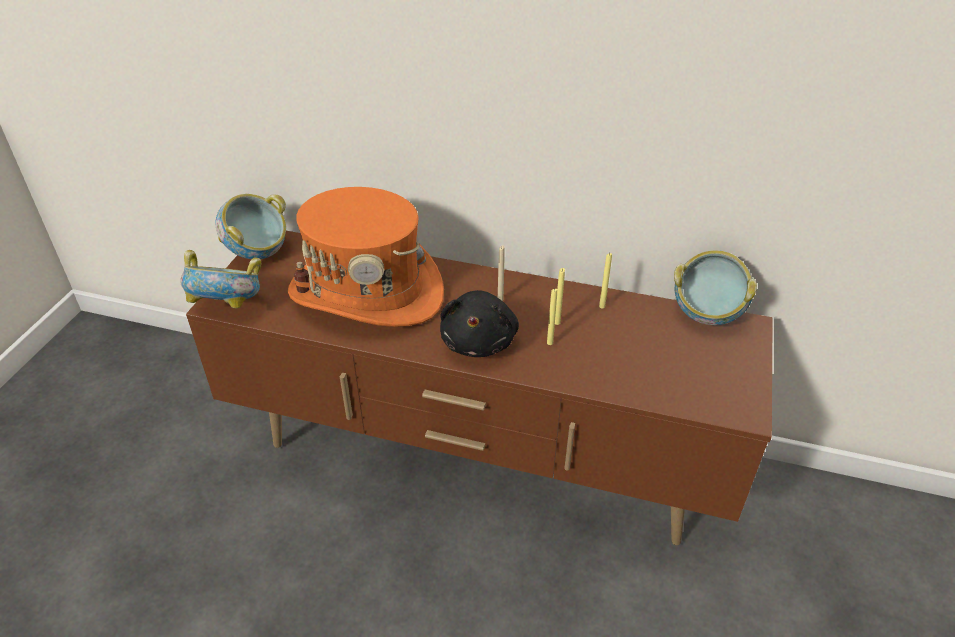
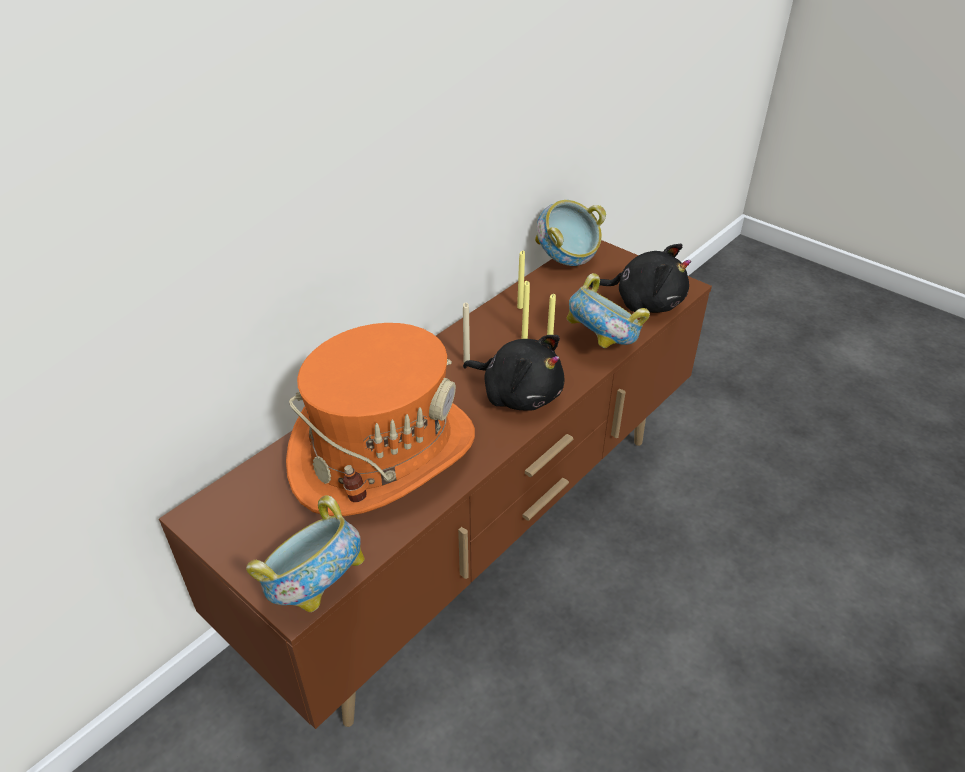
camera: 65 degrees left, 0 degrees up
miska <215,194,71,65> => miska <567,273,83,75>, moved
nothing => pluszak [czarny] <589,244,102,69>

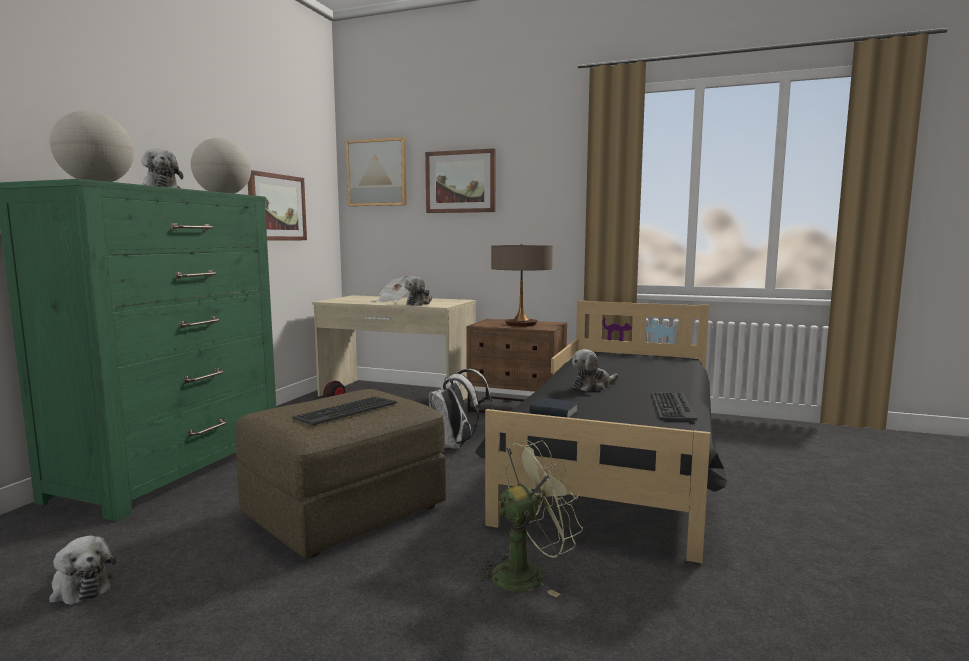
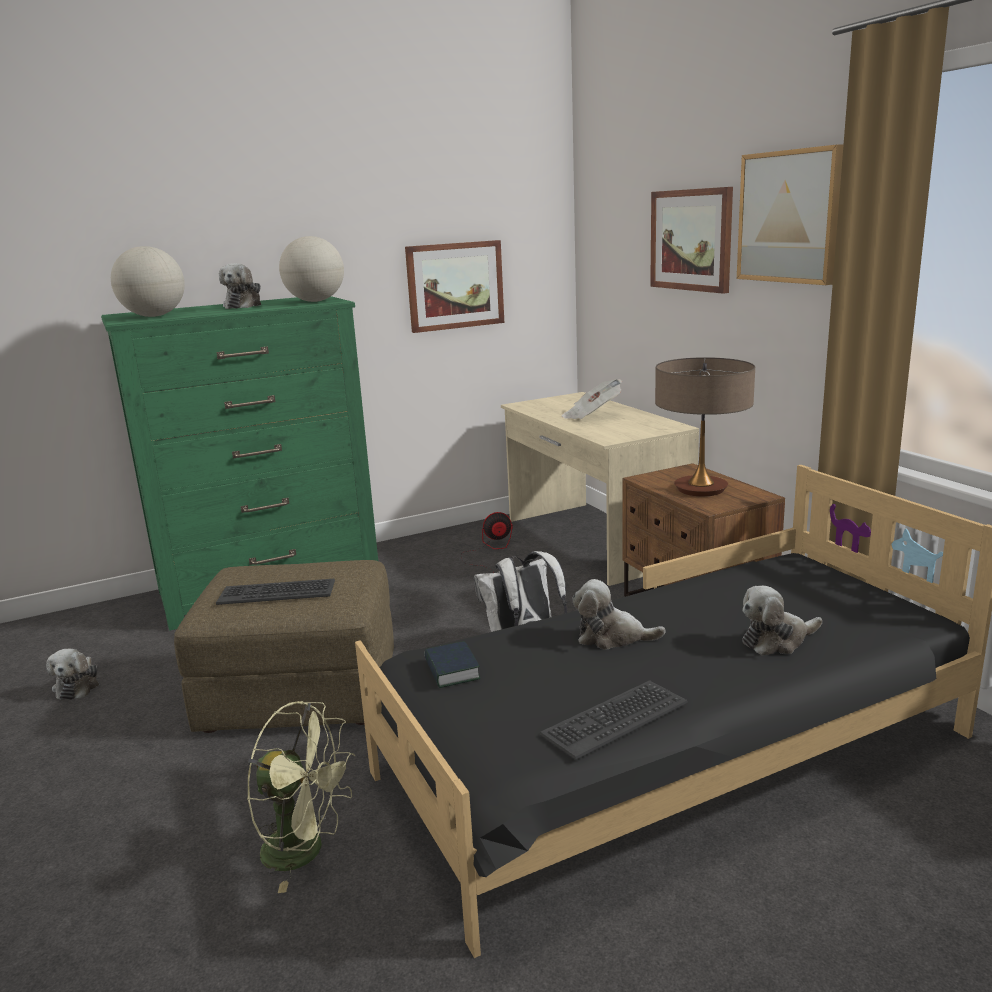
camera: 45 degrees right, 10 degrees up
obraz <346,137,61,69> => obraz <737,144,107,141>, moved
pluszak <405,277,27,28> => pluszak <742,586,80,69>, moved

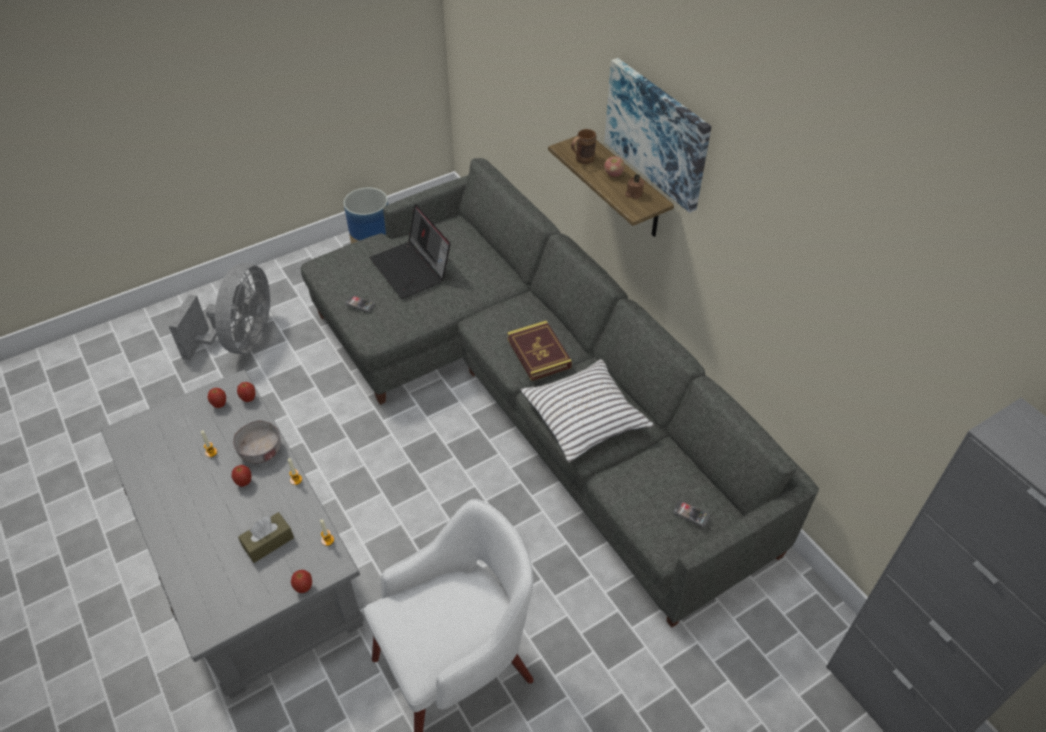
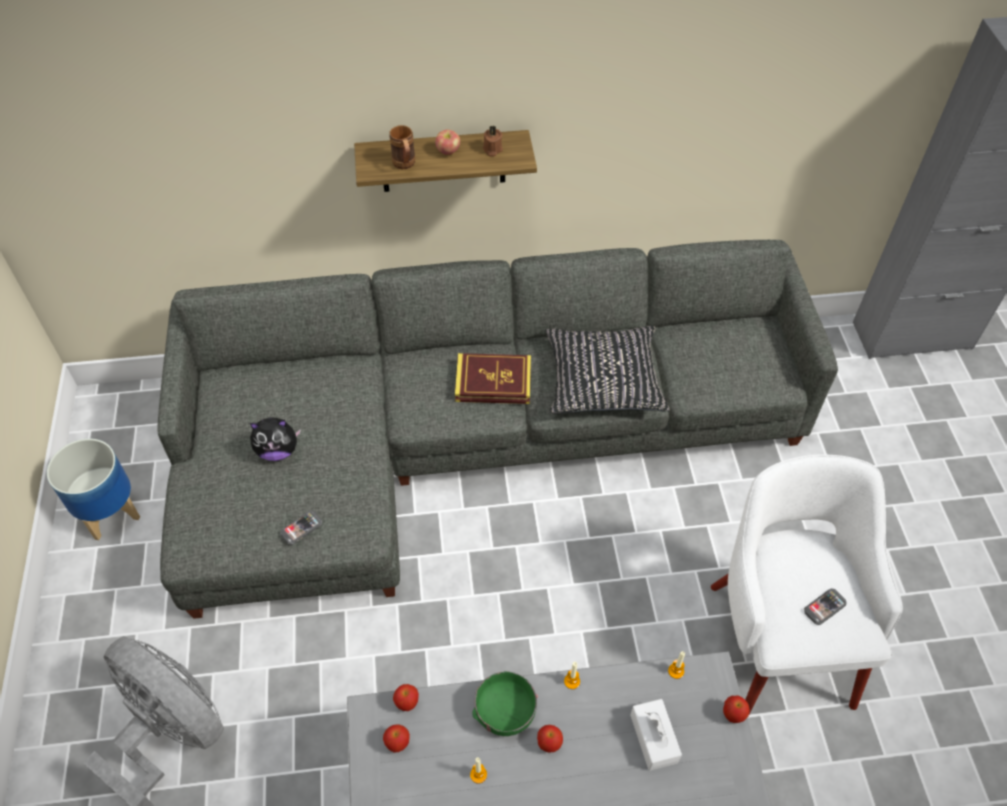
camera: 65 degrees left, 5 degrees up
laptop <370,204,81,95> => pluszak <250,418,51,43>
miska [szary] <233,420,48,44> => miska [zielony] <472,672,66,64>
poduszka [biały] <521,359,133,104> => poduszka [czarny] <545,326,125,88>
pudełko chusteczek [brązowy] <238,512,56,51> => pudełko chusteczek [biały] <630,699,52,72>
telefon <673,501,37,26> => telefon <804,588,43,37>, moved
obraz <604,58,108,155> => nothing

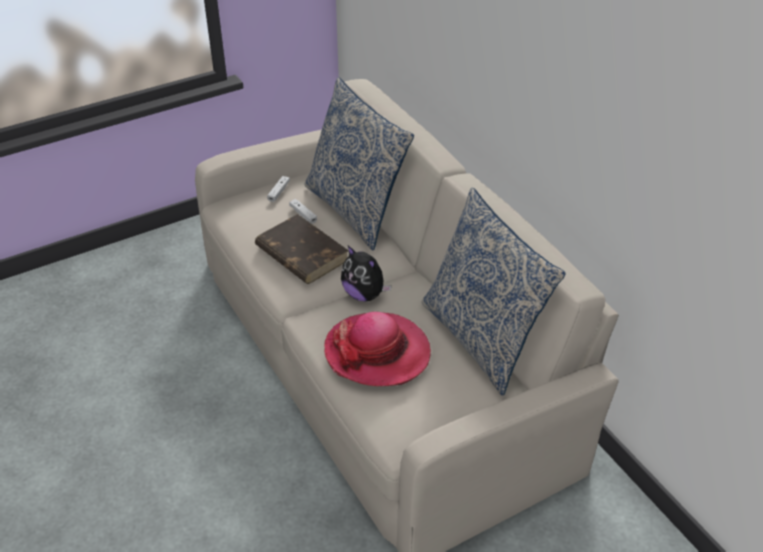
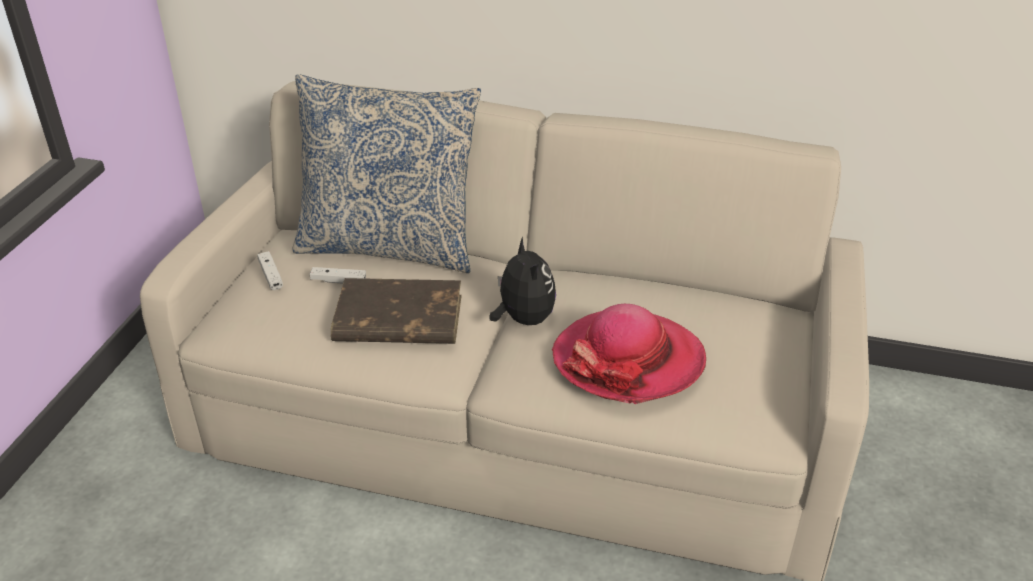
camera: 45 degrees left, 5 degrees down
pluszak <341,245,51,57> => pluszak <489,237,67,88>, 105 degrees counterclockwise
poduszka <422,188,144,208> => nothing

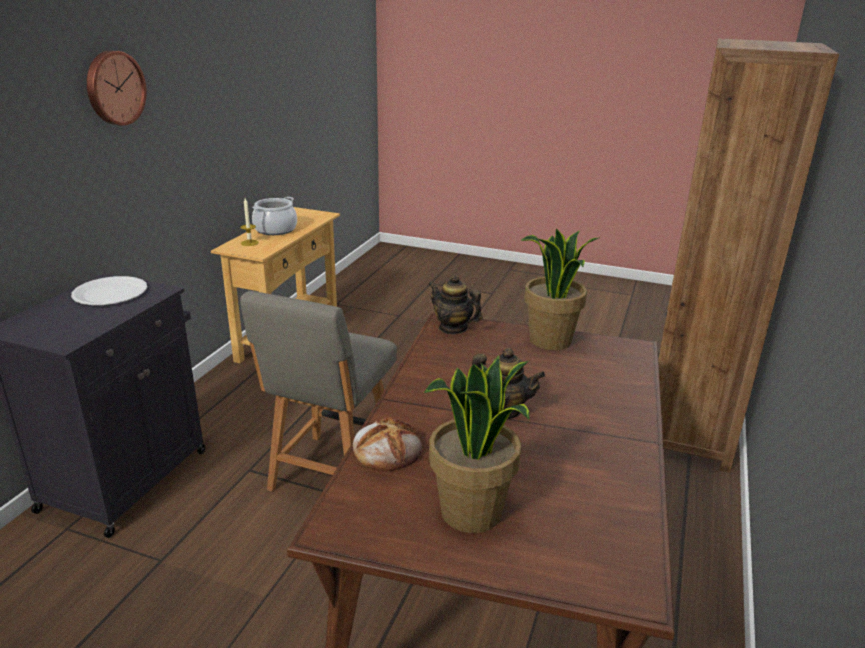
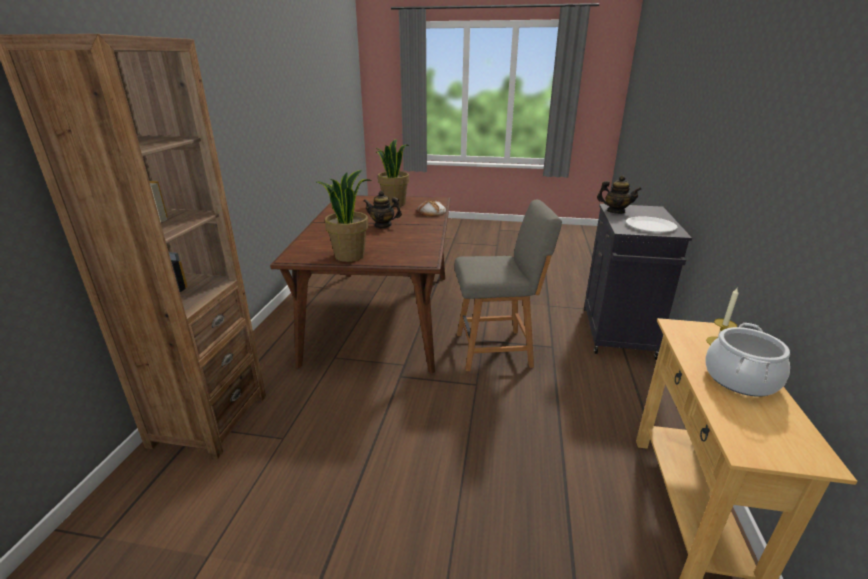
camera: 170 degrees right, 0 degrees up
krzesło [szary] <240,291,157,201> => krzesło [szary] <454,200,108,171>, 75 degrees clockwise
imbryk <428,274,54,61> => imbryk <597,176,45,38>, moved
zegar ścienny <87,50,60,76> => nothing

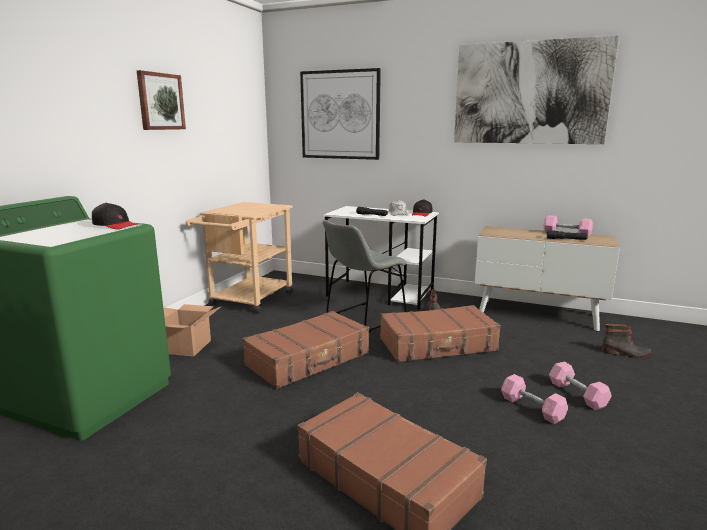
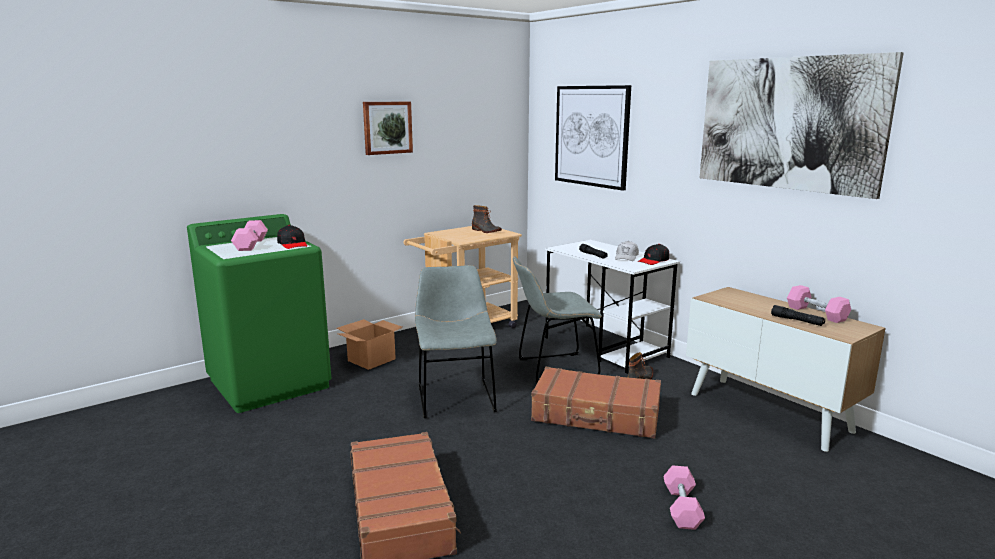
camera: 30 degrees right, 0 degrees up
hantel [różowy] <501,374,67,50> => hantel [różowy] <231,220,37,31>, moved
walizka [brązowy] <242,311,127,78> => krzesło [szary] <415,265,82,153>
but z cholewką <601,324,51,34> => but z cholewką <472,205,30,28>, moved

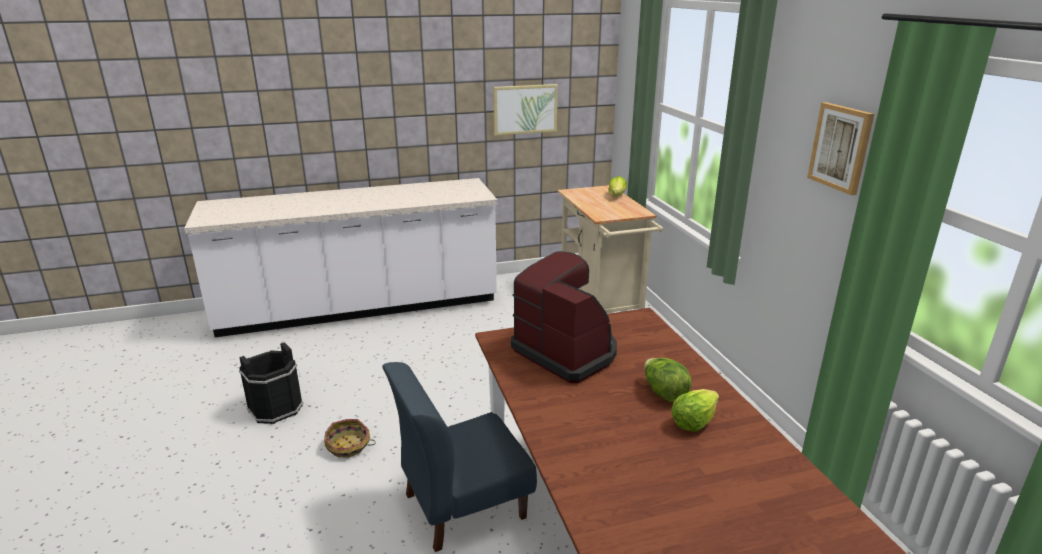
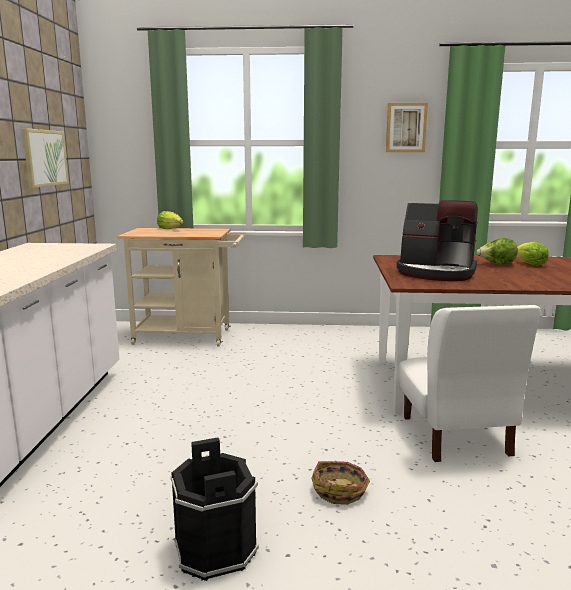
camera: 70 degrees left, 10 degrees down
ekspres do kawy <511,251,106,132> => ekspres do kawy <397,200,81,81>, 135 degrees counterclockwise
krzesło [niebieski] <382,362,155,190> => krzesło [biały] <398,305,142,157>

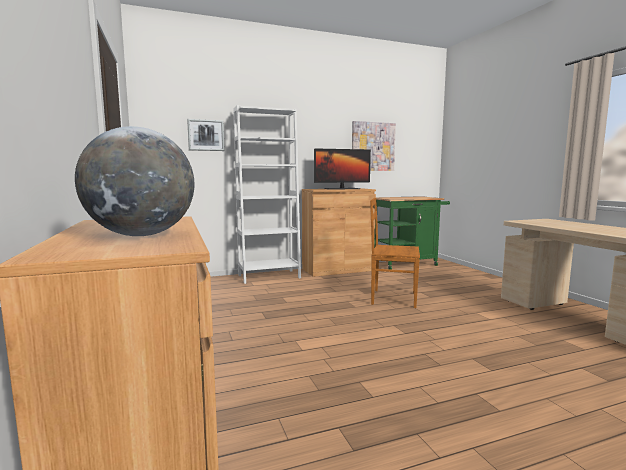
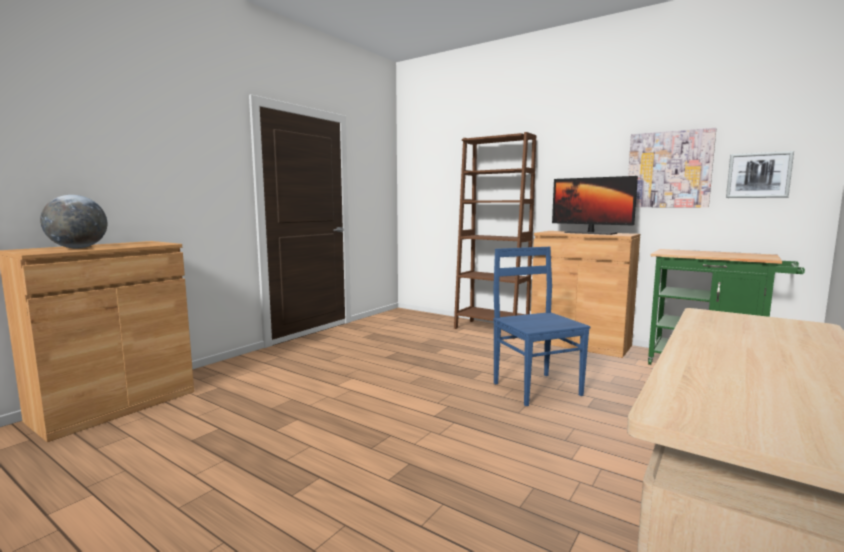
camera: 55 degrees right, 0 degrees up
regał [biały] <233,105,68,179> => regał [brązowy] <454,132,82,207>
krzesło [brązowy] <370,197,50,111> => krzesło [niebieski] <493,247,97,159>
obraz <187,119,38,32> => obraz <726,151,68,47>, moved

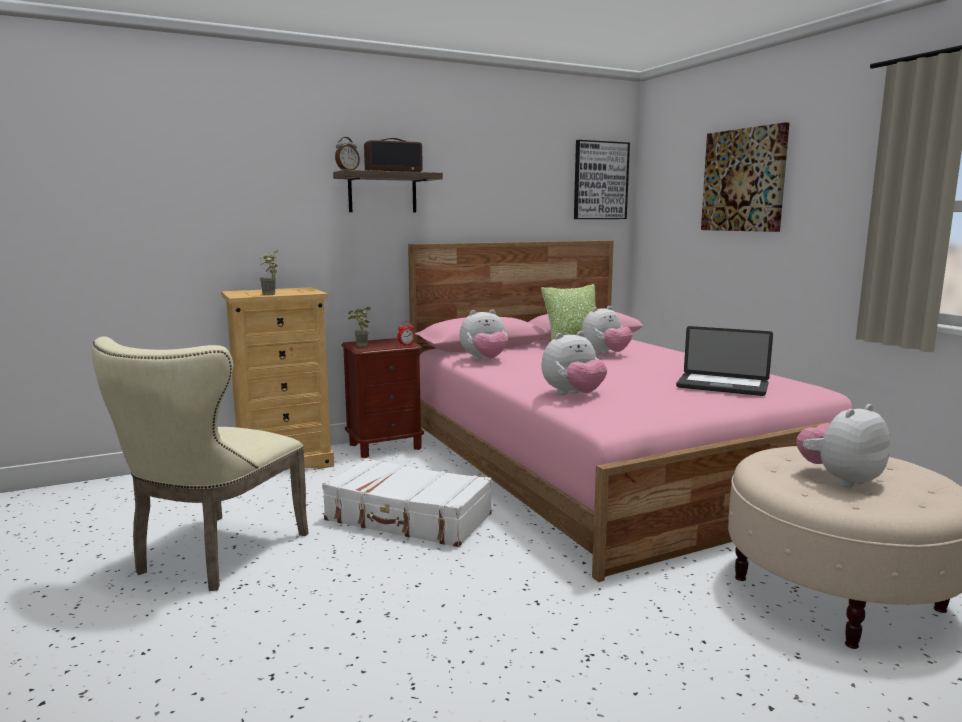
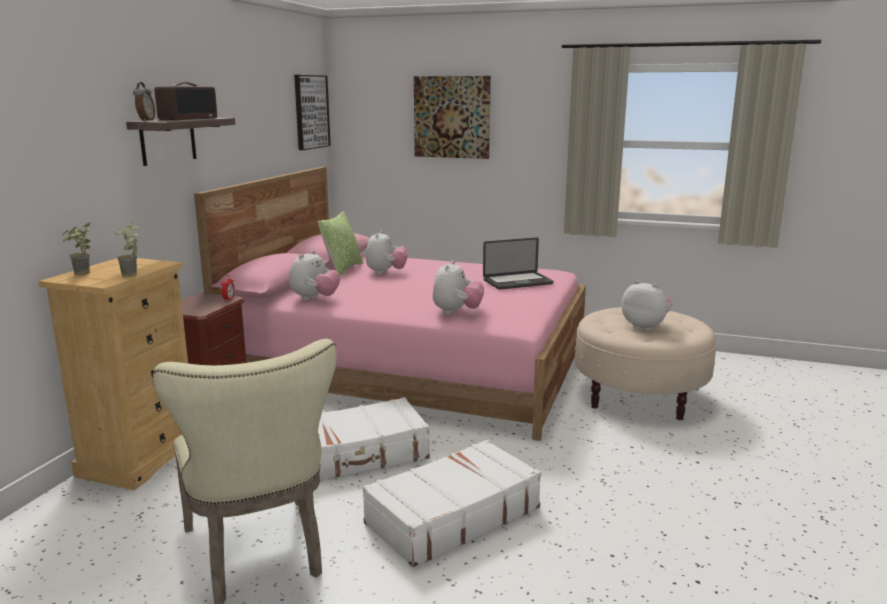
camera: 45 degrees left, 5 degrees up
roślina doniczkowa <348,307,23,40> => roślina doniczkowa <62,222,29,53>, moved
nothing => walizka [biały] <363,440,179,127>
pluszak <796,404,94,84> => pluszak <622,280,50,51>, 120 degrees clockwise

